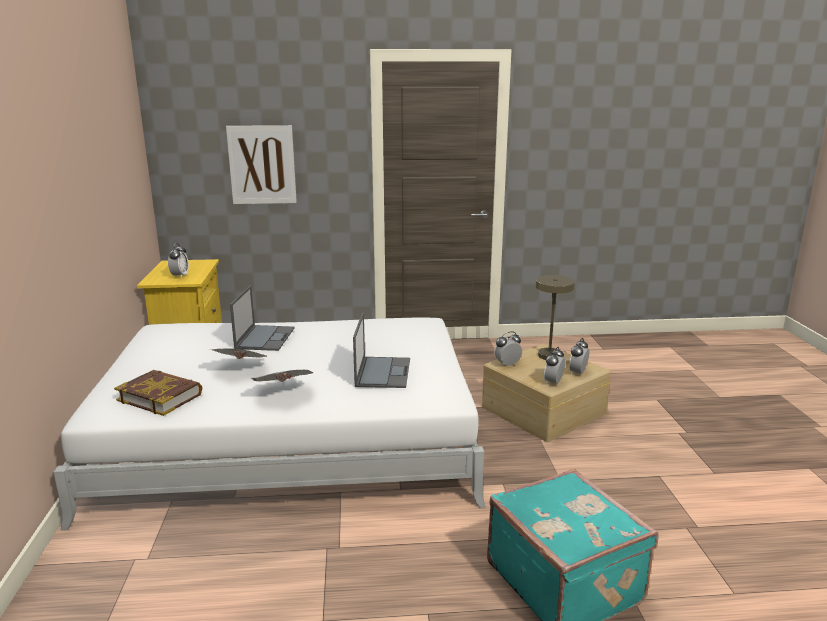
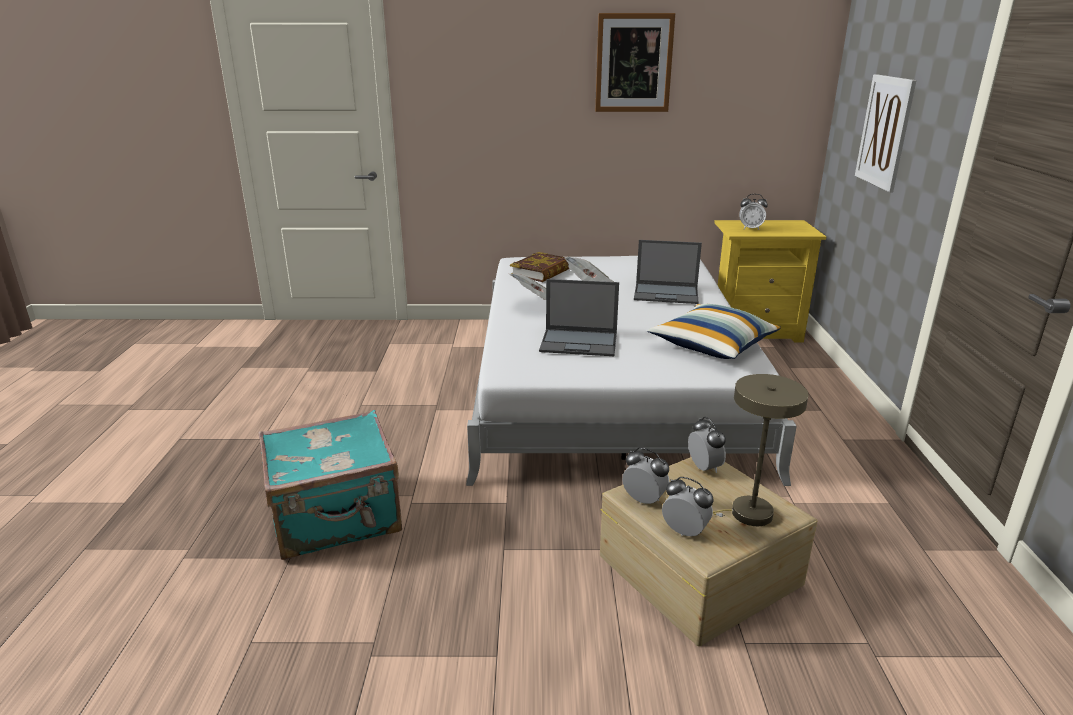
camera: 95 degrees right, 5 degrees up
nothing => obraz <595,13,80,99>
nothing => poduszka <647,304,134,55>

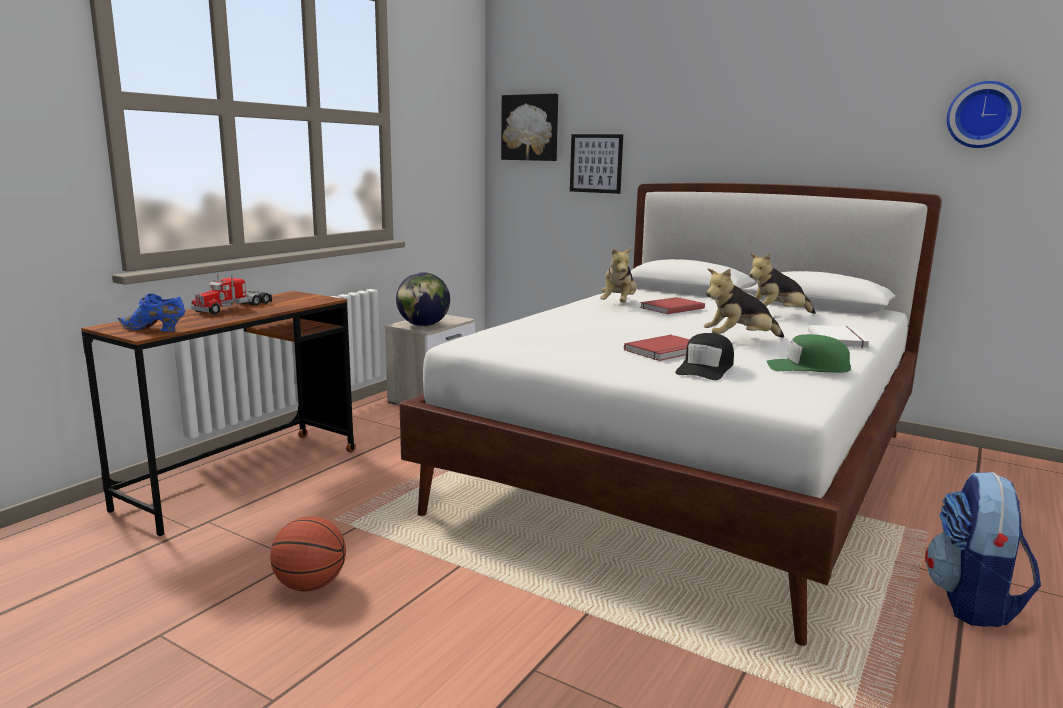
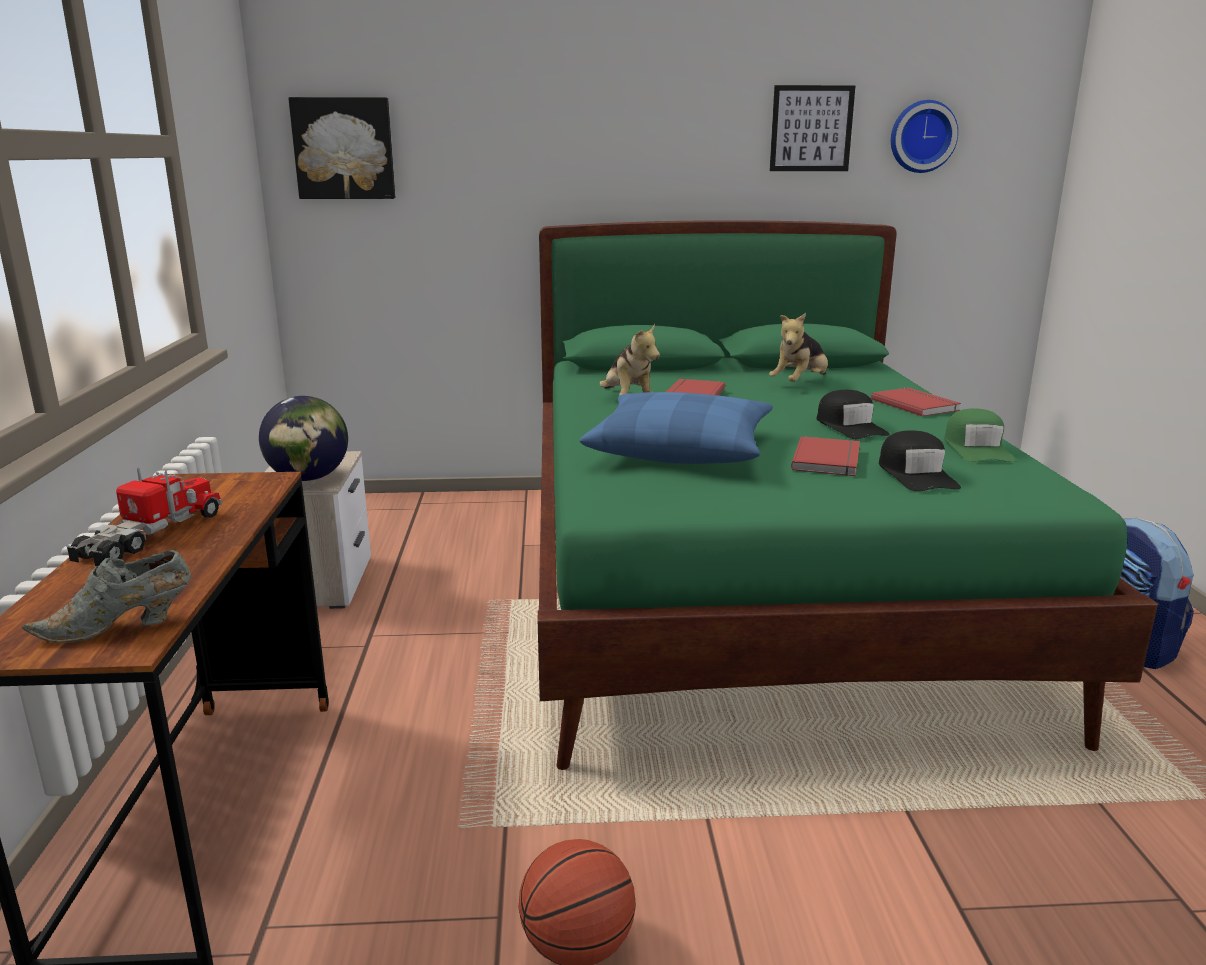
camera: 35 degrees left, 5 degrees up
but [niebieski] <118,293,67,38> => but [szary] <22,550,169,93>
ciężarówka zabawkowa <191,273,81,42> => ciężarówka zabawkowa <66,466,156,100>, 150 degrees counterclockwise
łóżko [biały] <399,183,543,463> => łóżko [zielony] <538,220,620,550>
nothing => poduszka [niebieski] <580,392,193,72>
obraz <570,134,53,60> => obraz <769,85,86,86>, moved
pluszak <704,268,80,70> => czapka z daszkiem [czarny] <817,390,73,49>
książka [biały] <808,325,62,23> => książka [czerwony] <871,388,90,29>
czapka z daszkiem [zielony] <766,334,85,39> => czapka z daszkiem [zielony] <944,408,71,54>, 60 degrees counterclockwise

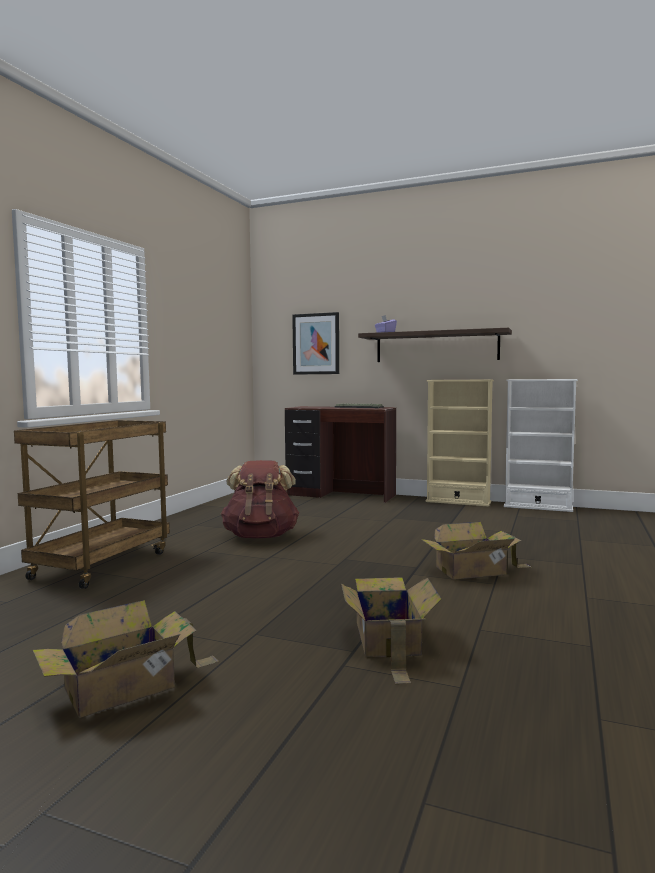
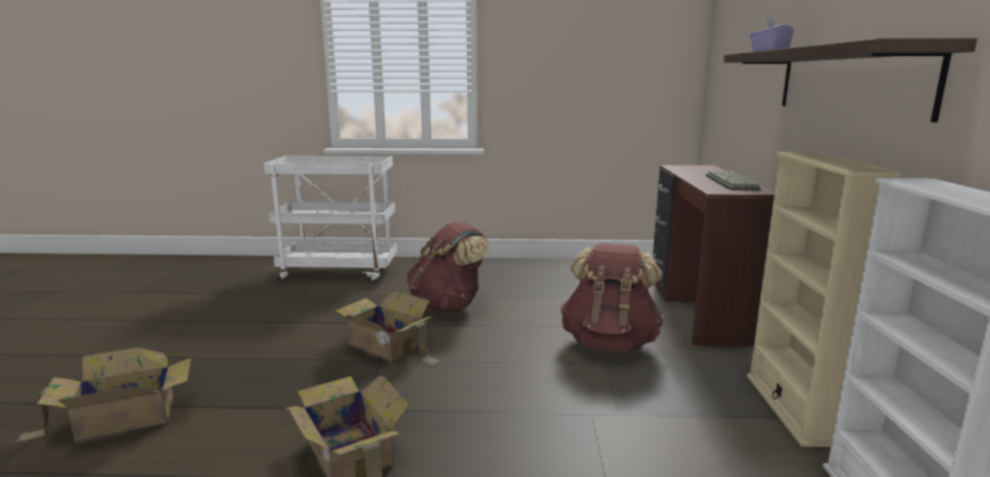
camera: 70 degrees right, 10 degrees up
wózek [brązowy] <14,420,156,169> => wózek [biały] <263,156,134,127>
karton <32,600,187,118> => karton <335,291,107,75>, moved
nothing => plecak [brązowy] <560,243,104,109>
obraz <292,312,47,63> => nothing

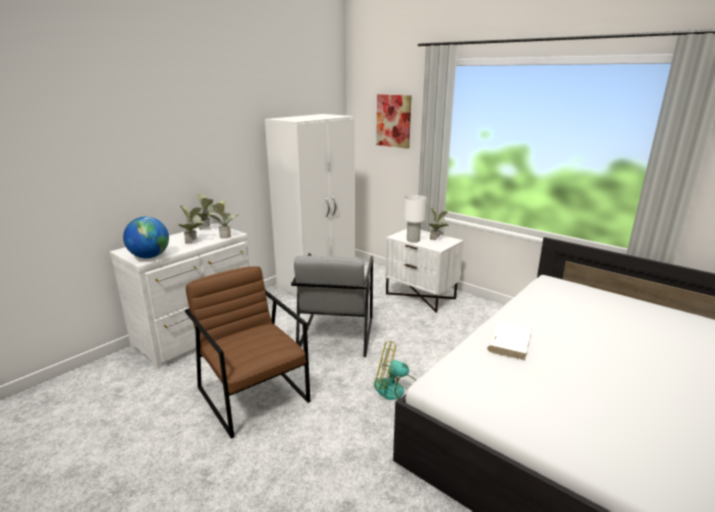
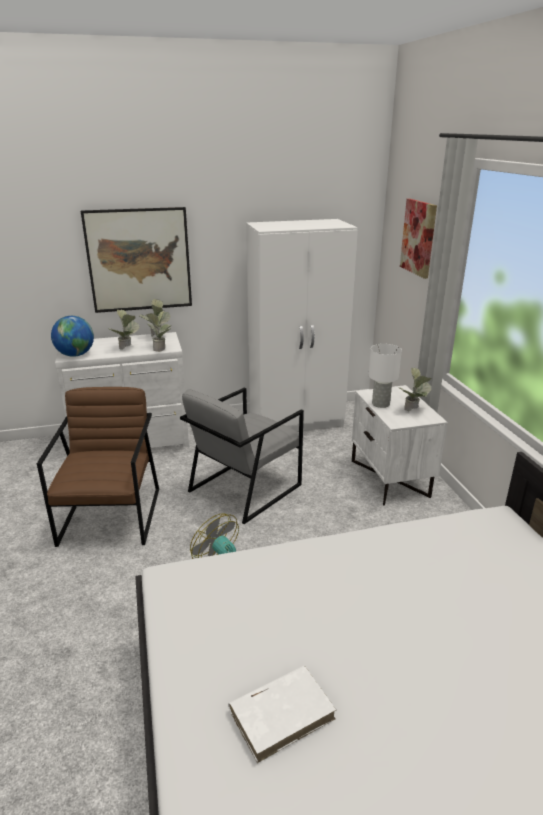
camera: 35 degrees right, 5 degrees up
nothing => obraz <81,207,111,106>
książka [biały] <487,322,45,39> => książka [biały] <228,666,108,97>, moved

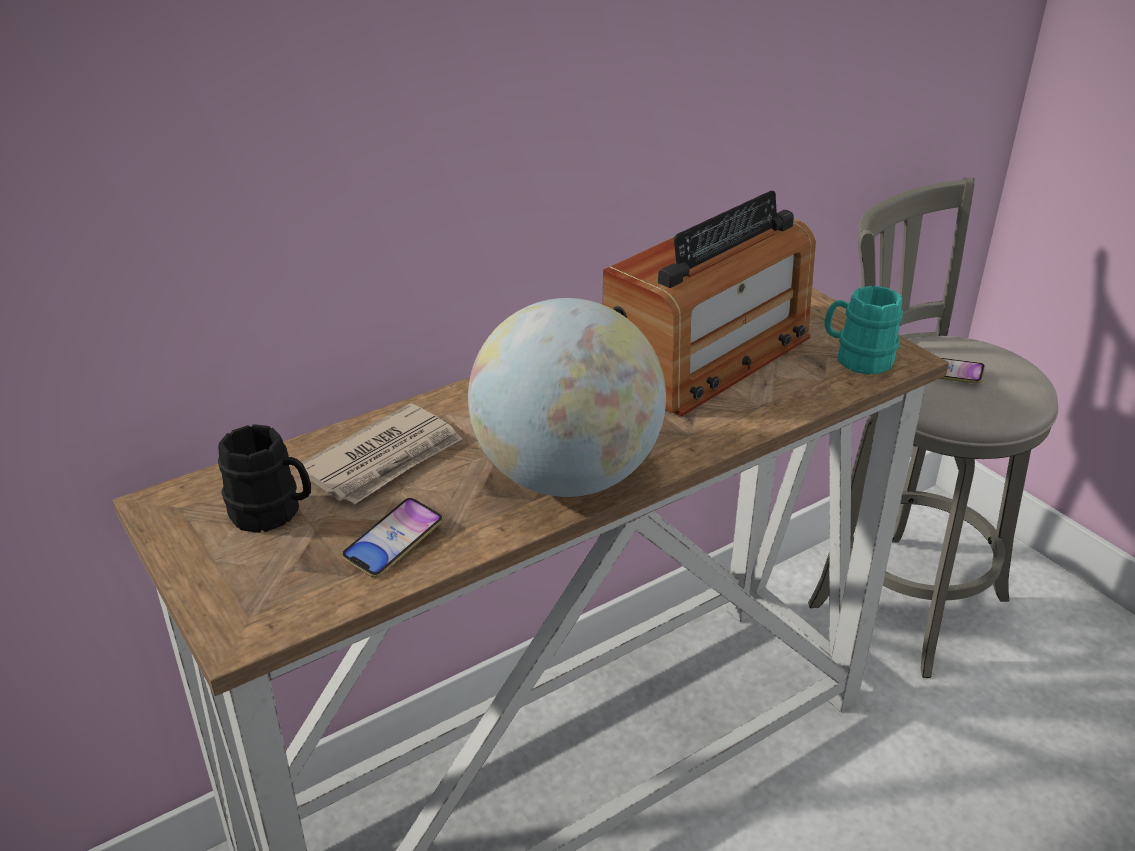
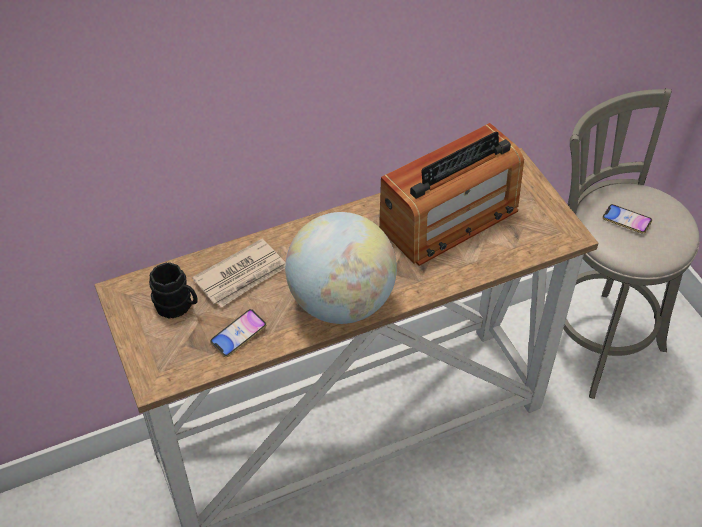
camera: 10 degrees right, 15 degrees up
kubek [turkusowy] <825,286,78,89> => nothing

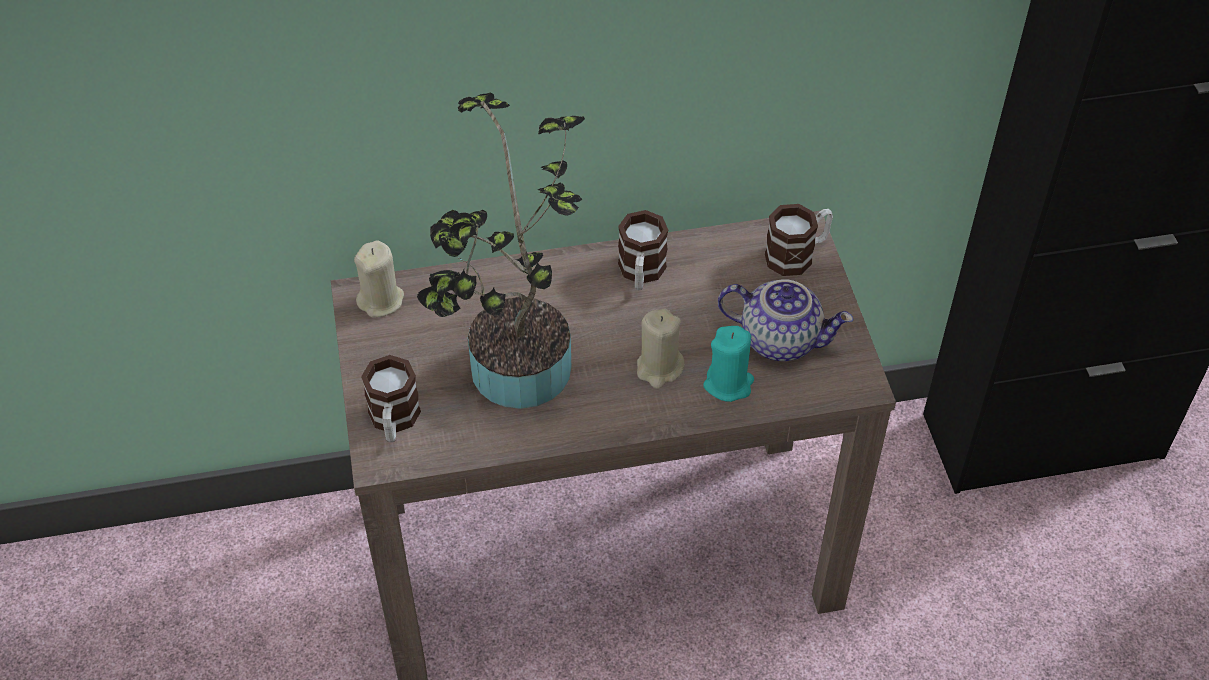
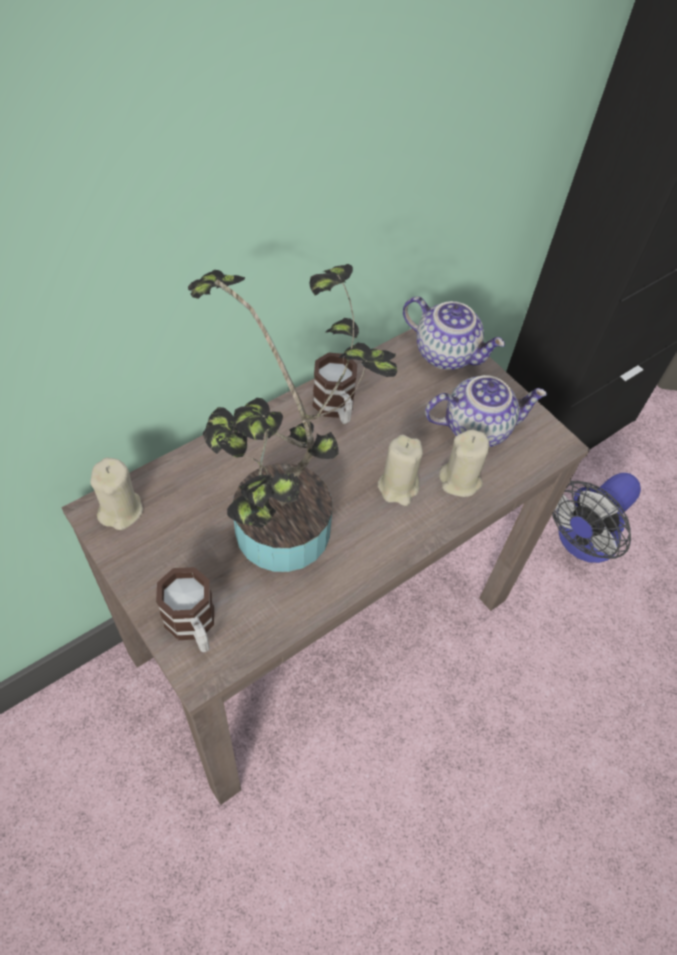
camera: 30 degrees left, 5 degrees up
kubek <765,204,68,72> => imbryk <403,296,102,74>
świeca [turkusowy] <703,326,51,76> => świeca [beżowy] <439,430,51,67>
nothing => wentylator <552,473,89,90>

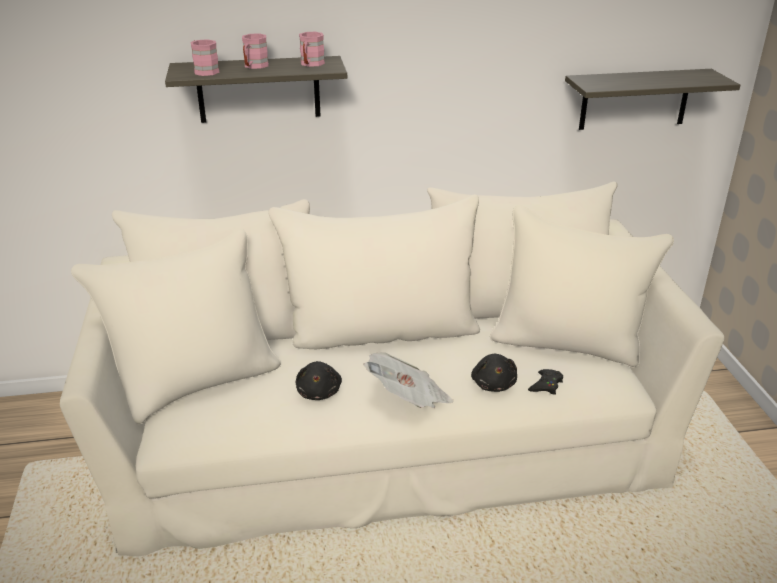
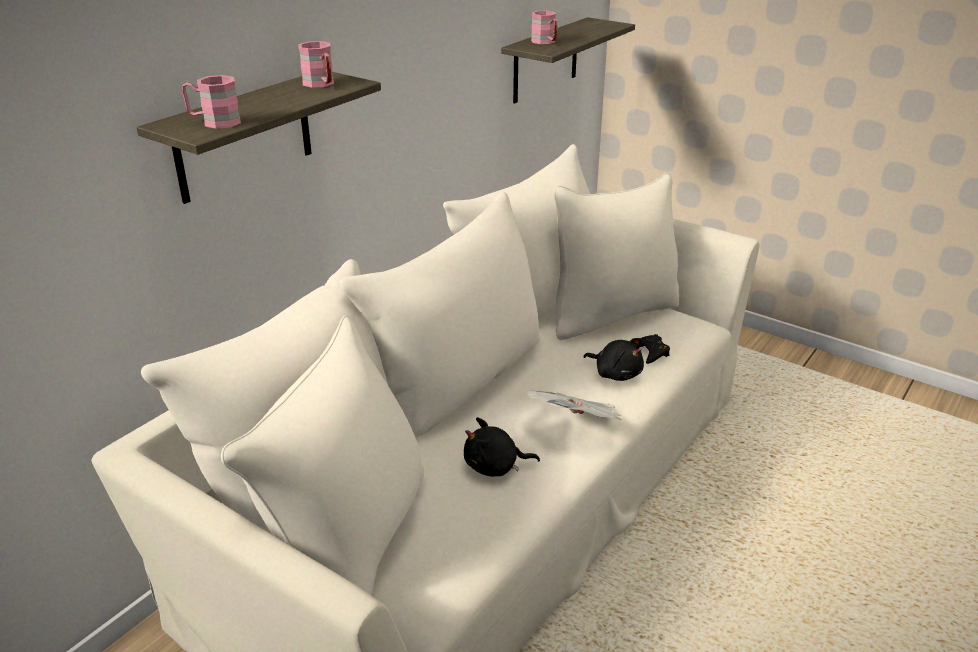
camera: 45 degrees left, 0 degrees up
pluszak [czarny] <296,361,46,39> => pluszak [czarny] <464,417,76,60>, 135 degrees clockwise
kubek [różowy] <242,33,27,36> => kubek [różowy] <531,11,27,33>, moved

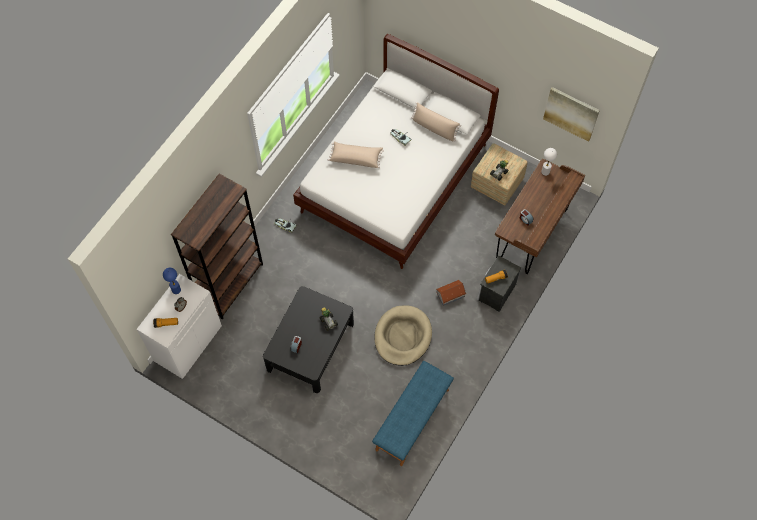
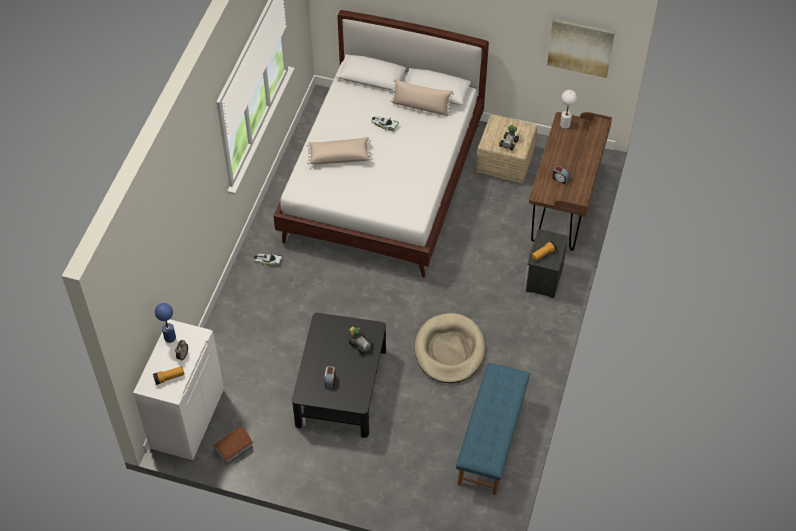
camera: 15 degrees left, 10 degrees down
domek <436,280,30,26> => domek <213,427,40,38>, moved
regał [brązowy] <171,174,92,146> => nothing

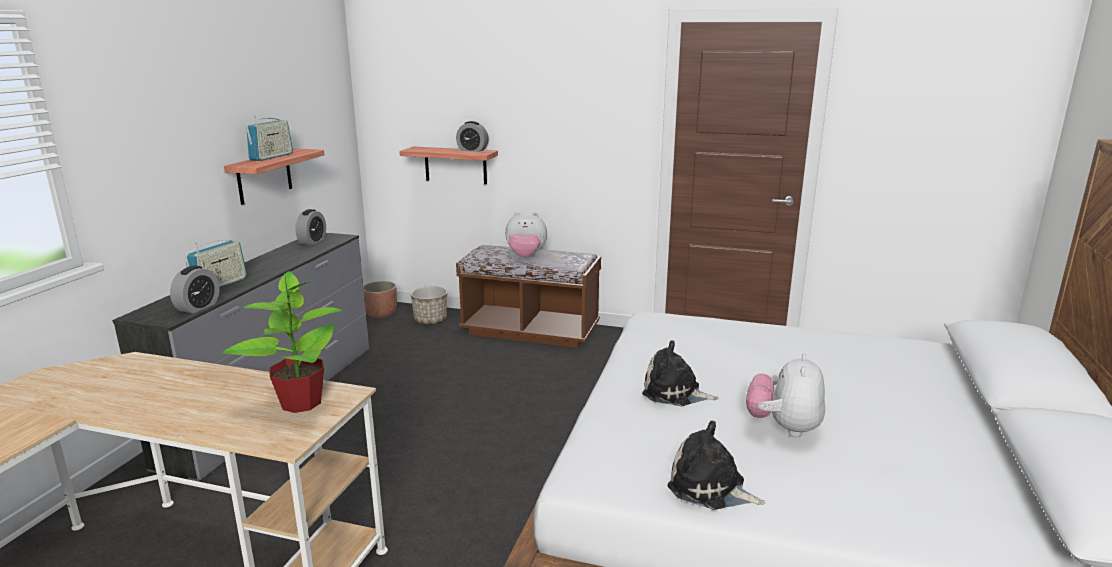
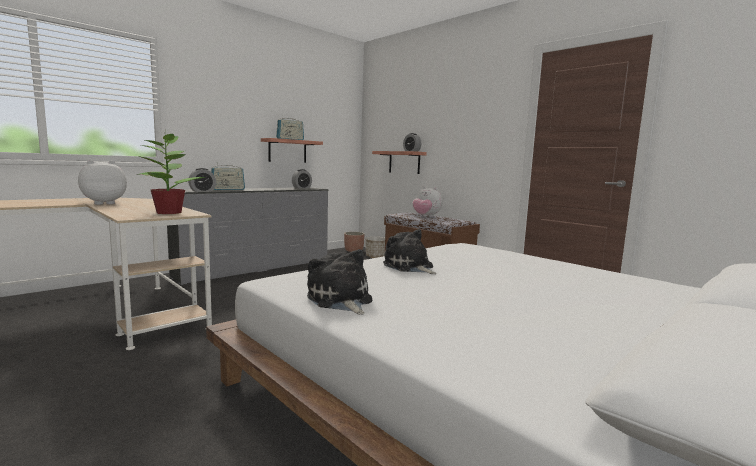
camera: 30 degrees right, 10 degrees down
pluszak <746,354,79,83> => pluszak <78,160,49,45>, moved

